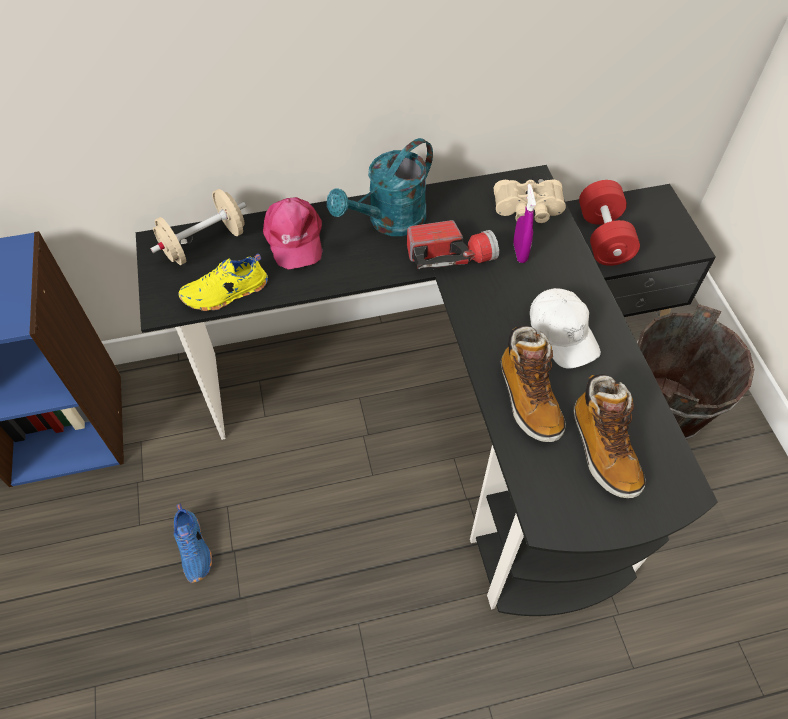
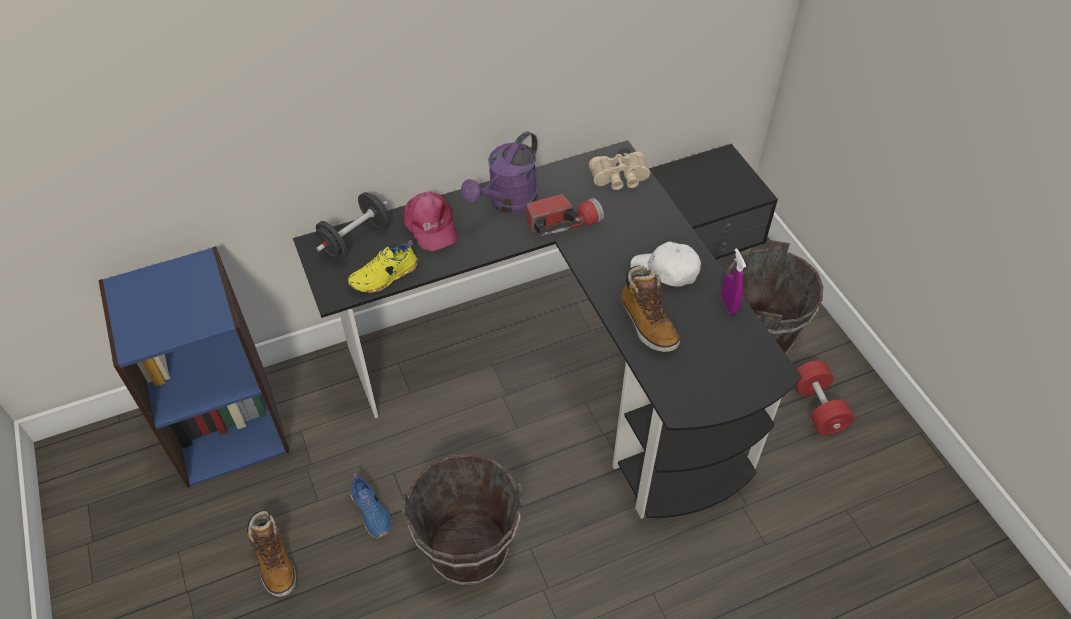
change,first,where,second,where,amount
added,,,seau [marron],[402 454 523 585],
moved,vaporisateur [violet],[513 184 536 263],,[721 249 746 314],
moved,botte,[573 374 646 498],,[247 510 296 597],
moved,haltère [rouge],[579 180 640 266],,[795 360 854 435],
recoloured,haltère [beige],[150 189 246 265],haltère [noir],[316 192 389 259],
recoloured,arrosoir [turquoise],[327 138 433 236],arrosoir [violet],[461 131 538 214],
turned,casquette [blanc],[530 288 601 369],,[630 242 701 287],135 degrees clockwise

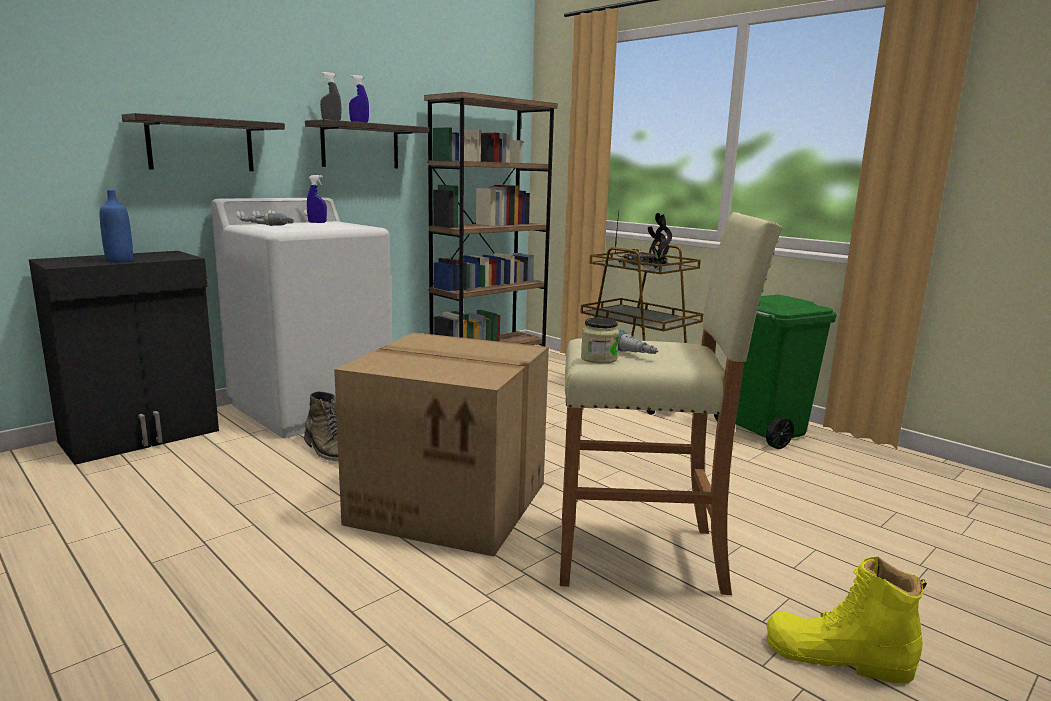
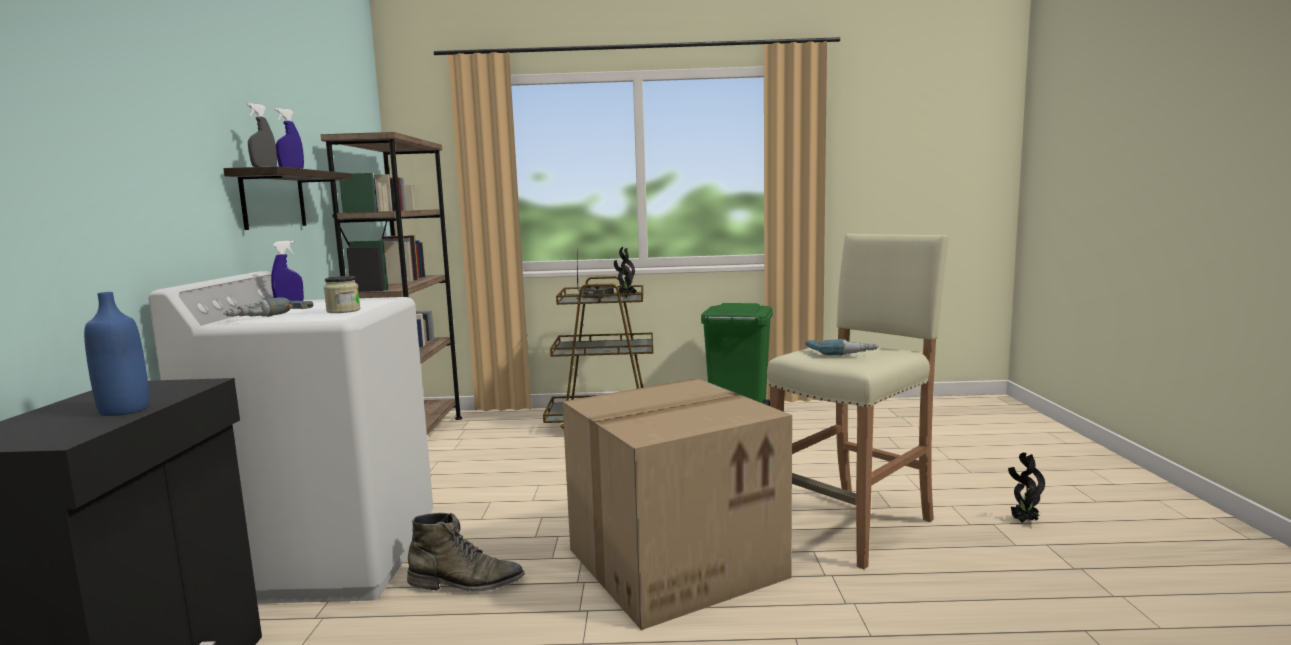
change,first,where,second,where,amount
removed,étagère,[121 113 285 171],,,
moved,bocal,[581 318 619 364],,[324 276 360 313],
replaced,botte [jaune],[767 557 927 684],plante en pot,[1008 453 1045 523],

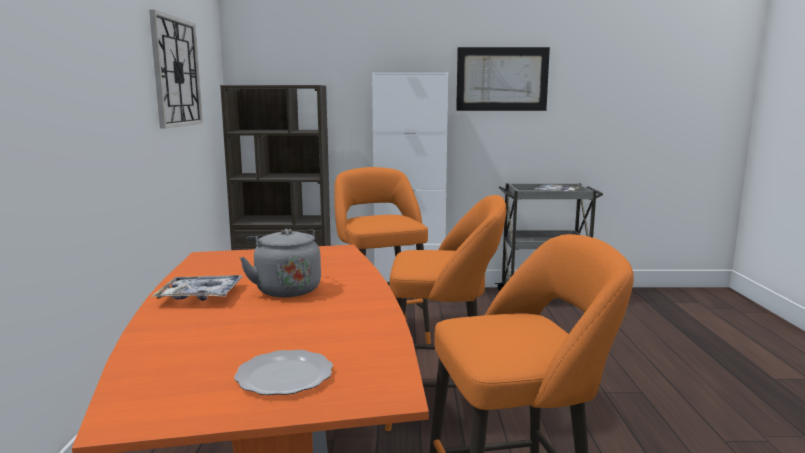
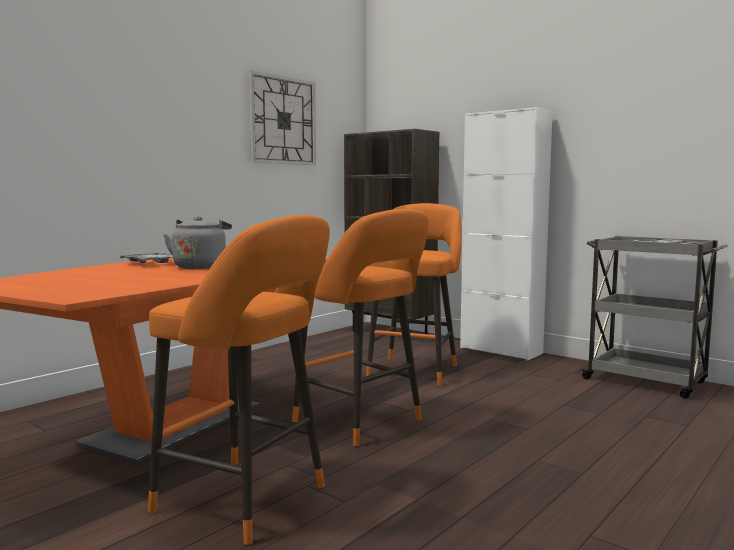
change,first,where,second,where,amount
removed,assiette,[234 350 333 395],,,
removed,tableau,[456 47 550 111],,,

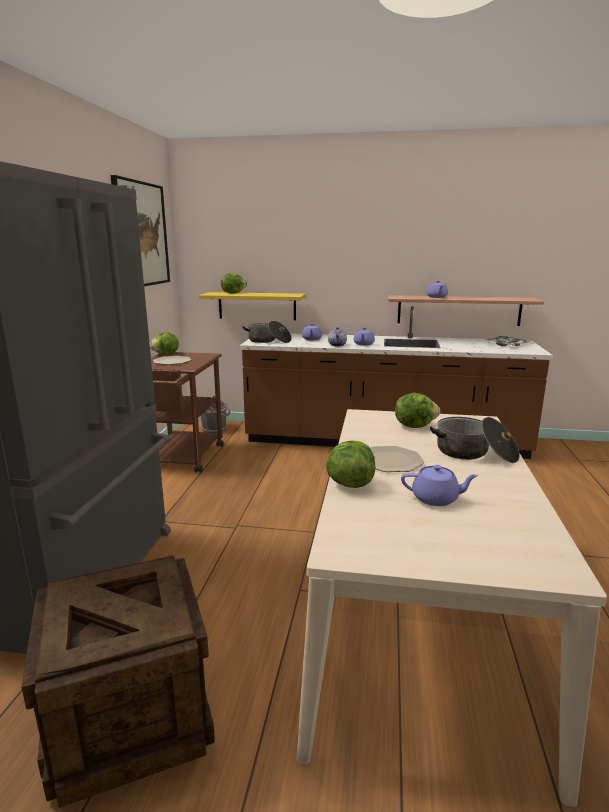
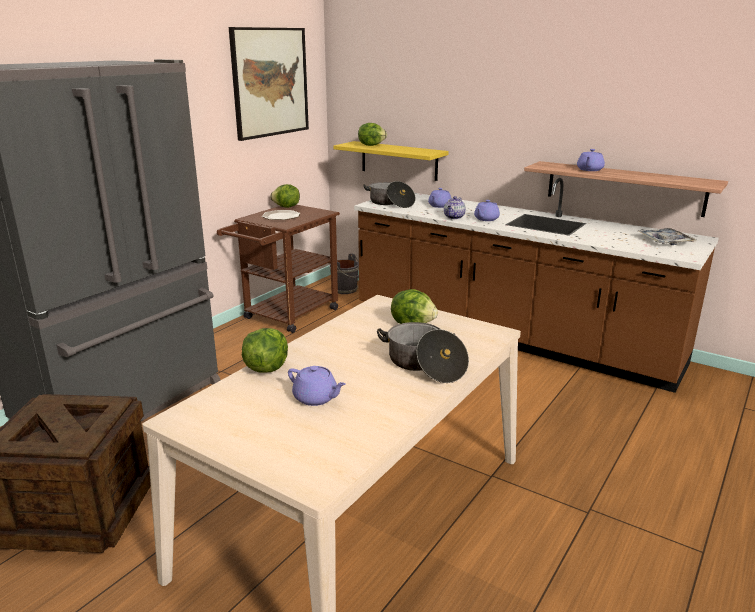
change,first,where,second,where,amount
removed,assiette,[370 446 424 472],,,

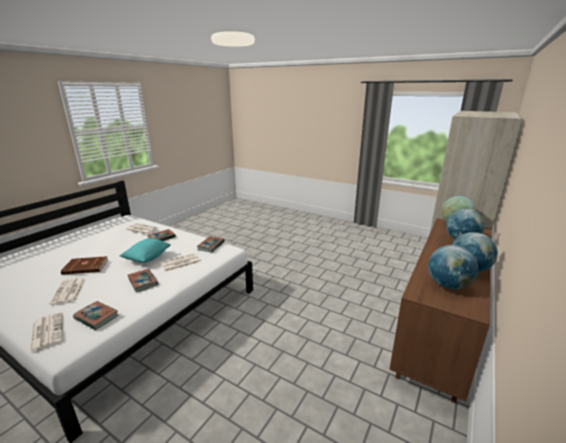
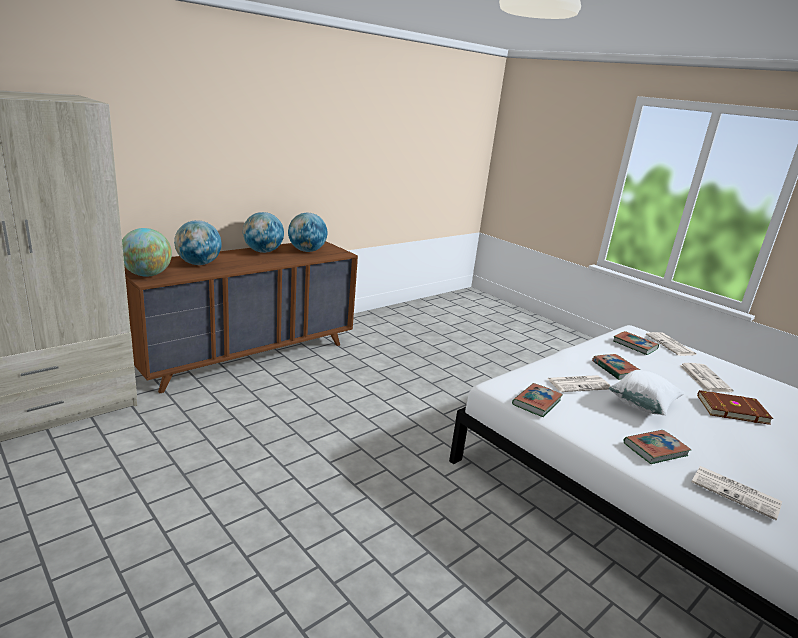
change,first,where,second,where,amount
recoloured,coussin [turquoise],[119 238 171 263],coussin [blanc],[609 370 685 415],

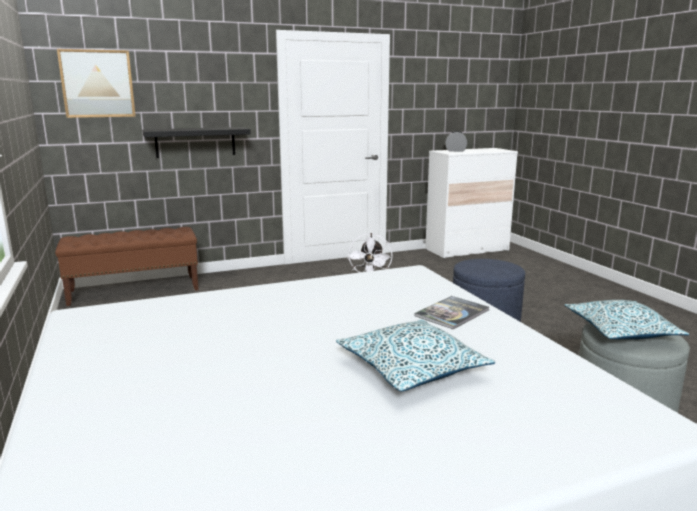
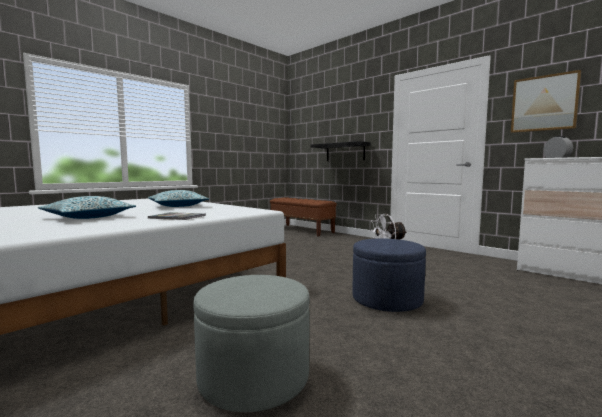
change,first,where,second,where,amount
moved,tableau,[57 49 136 118],,[511 70 581 133],
moved,coussin,[564 300 689 339],,[148 190 209 207],

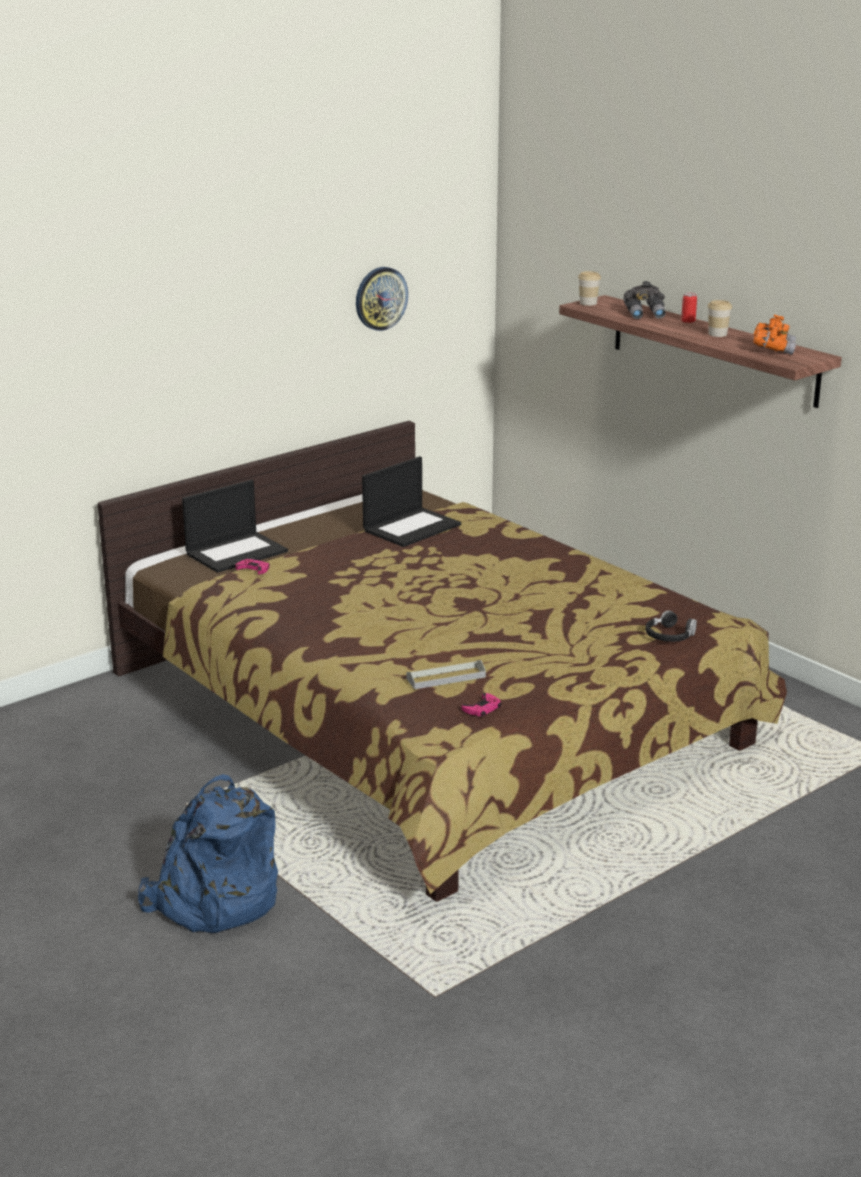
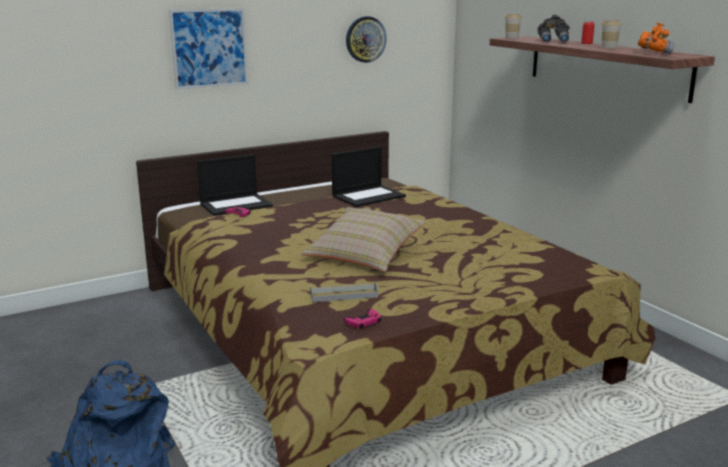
change,first,where,second,where,amount
removed,casque audio [noir],[646 610 697 642],,,
added,,,tableau,[169 8 248 90],
added,,,coussin [beige],[301 207 425 272],

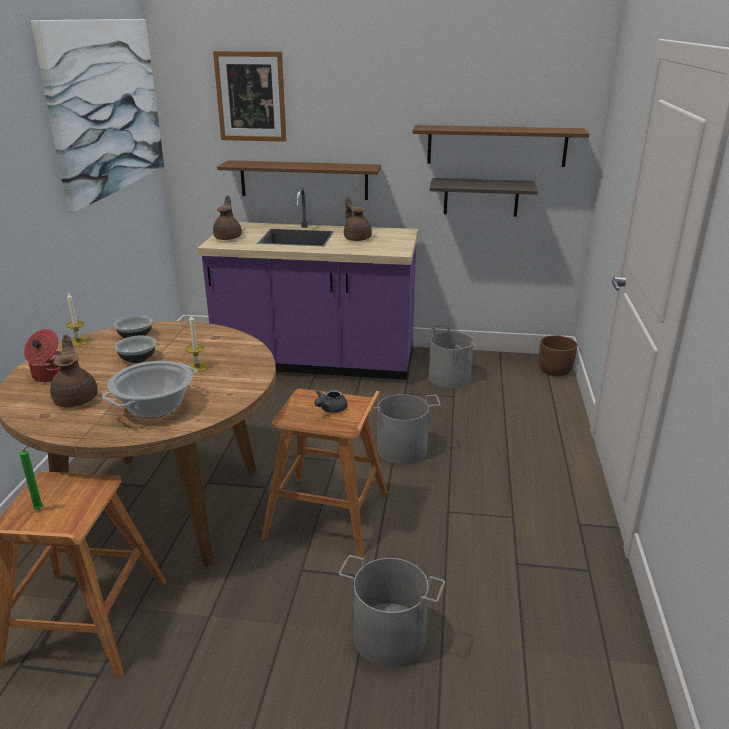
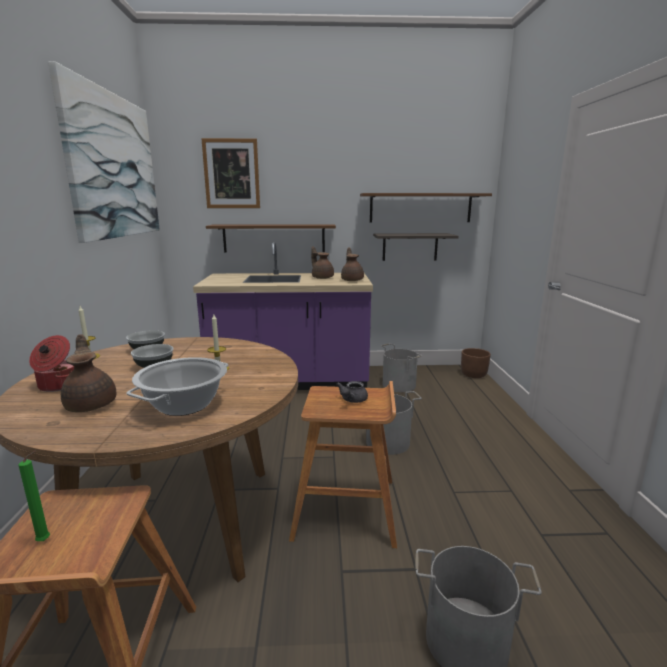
change,first,where,second,where,amount
moved,théière [marron],[213 196 242 240],,[341 247 364 281],

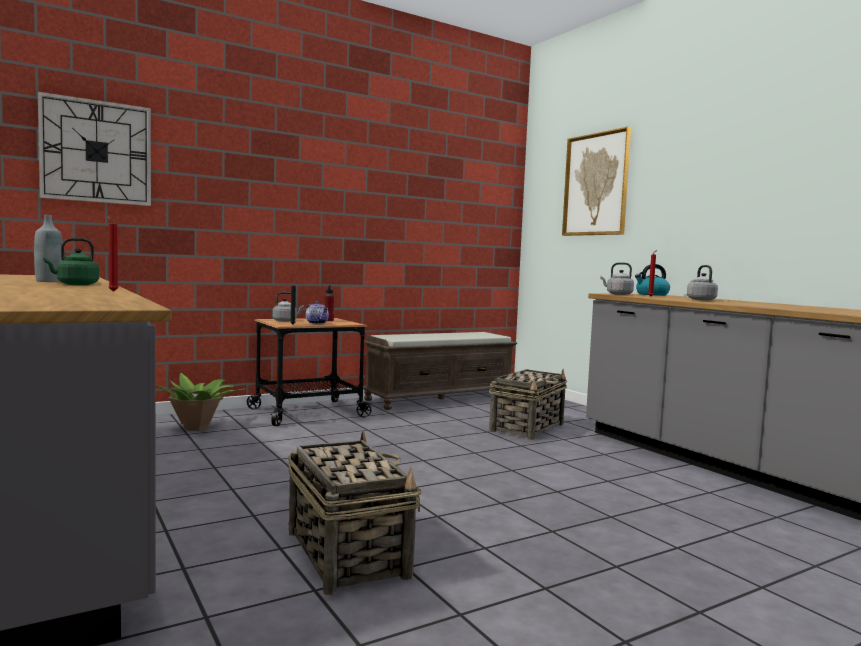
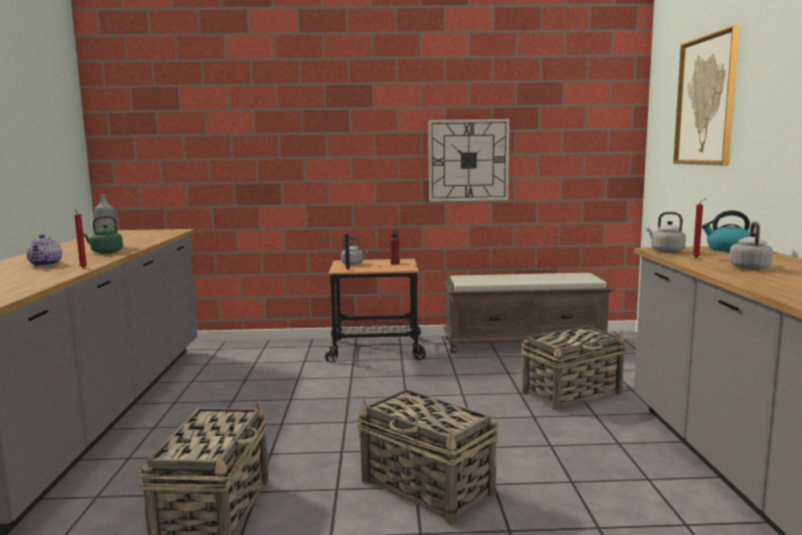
change,first,where,second,where,amount
removed,plante en pot,[156 373 244 431],,,
added,,,panier,[356 389 499 525],
moved,horloge murale,[38 92 151 206],,[428 119 510 202],
moved,théière,[306 301 329 324],,[26 234 62 266],

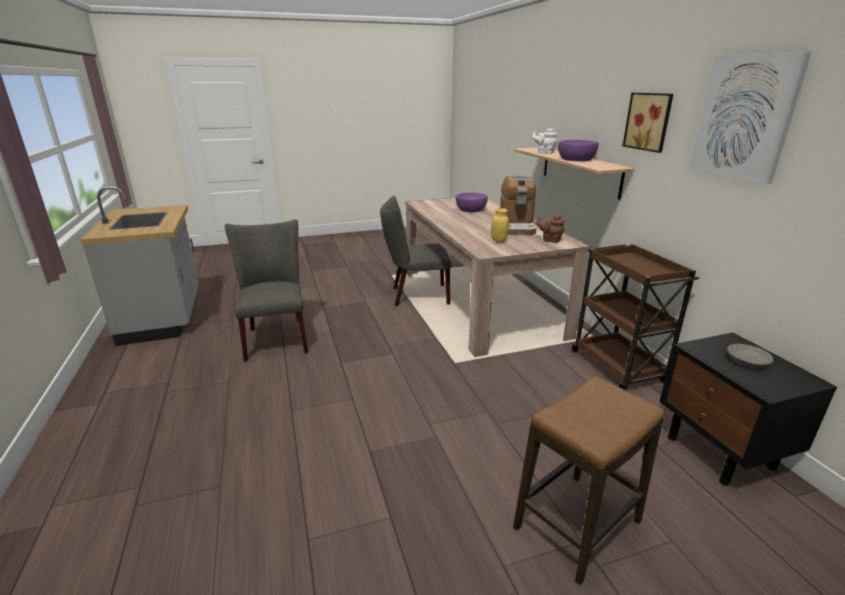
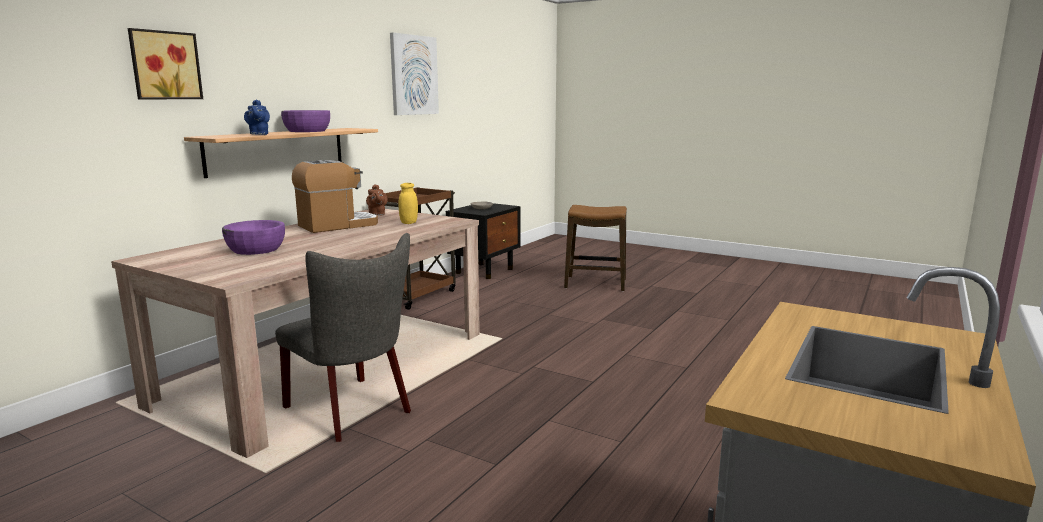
change,first,where,second,where,amount
removed,chaise [gris],[225 219 308 362],,,
moved,tableau,[623 93 673 153],,[128 28 203 99],
recoloured,théière [blanc],[532 128 557 154],théière [bleu],[244 100 270 135],

